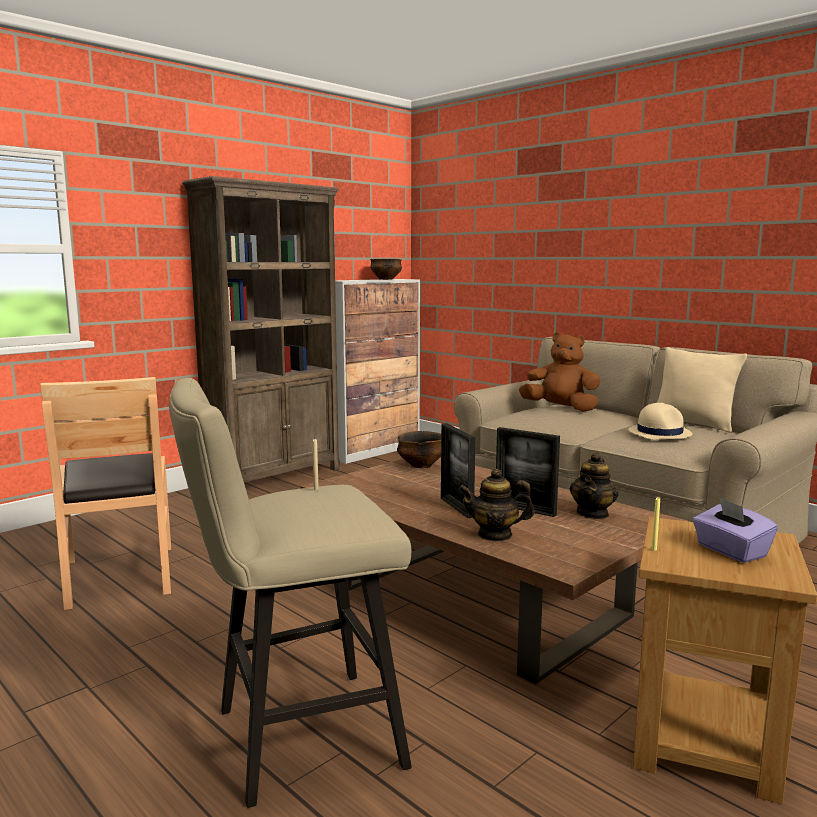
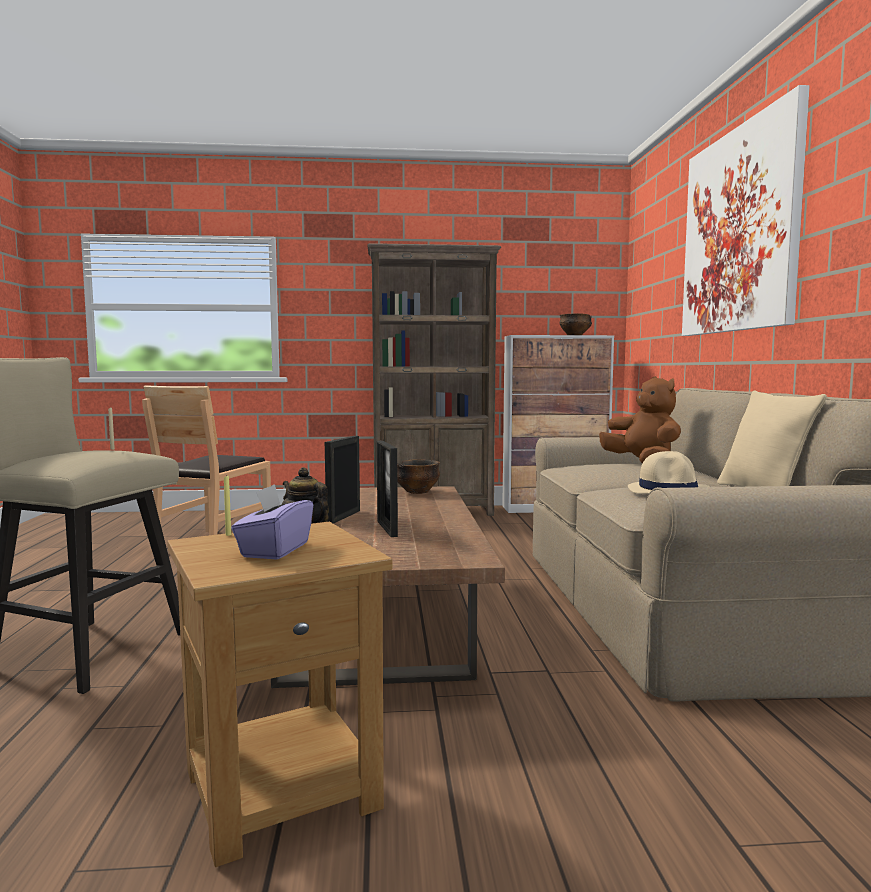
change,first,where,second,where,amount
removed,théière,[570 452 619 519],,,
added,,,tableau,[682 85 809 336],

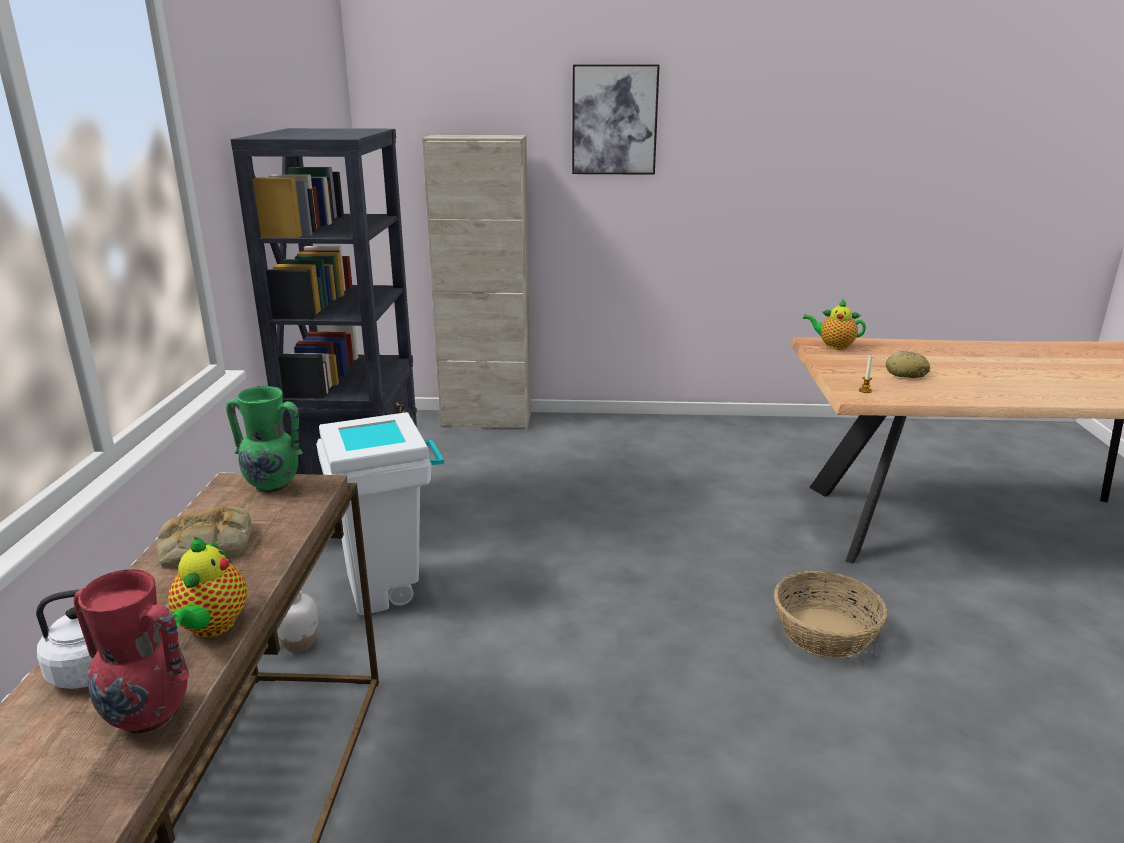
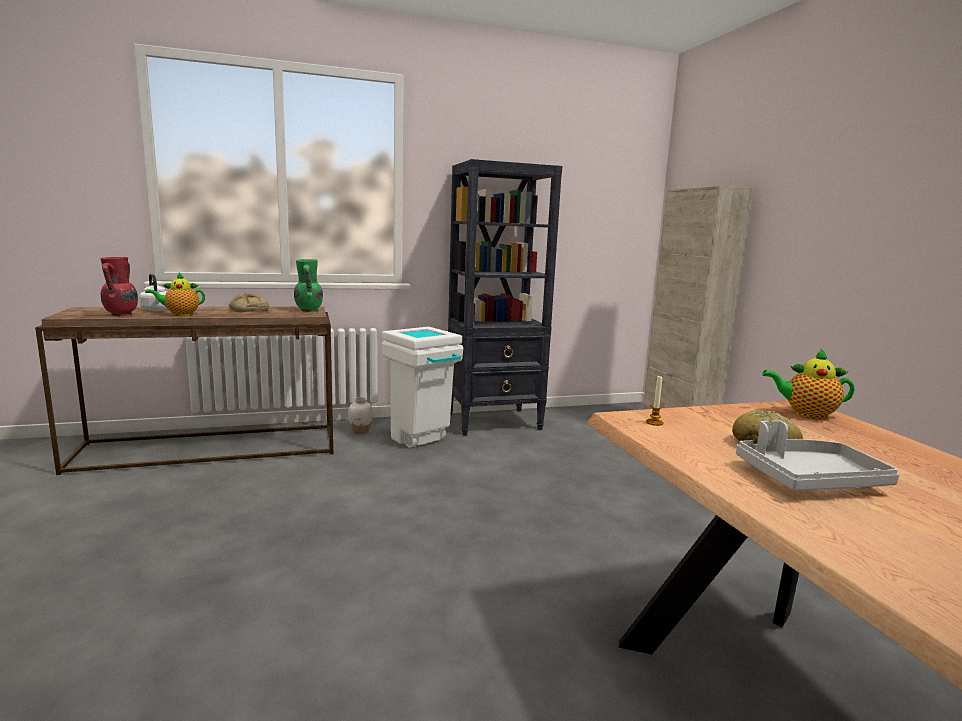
change,first,where,second,where,amount
removed,tableau,[572 64 660 175],,,
removed,panier,[774 571 887 659],,,
added,,,plateau [gris],[736 420 900 491],
turned,théière,[803 299 866 350],,[762 348 855 419],75 degrees counterclockwise

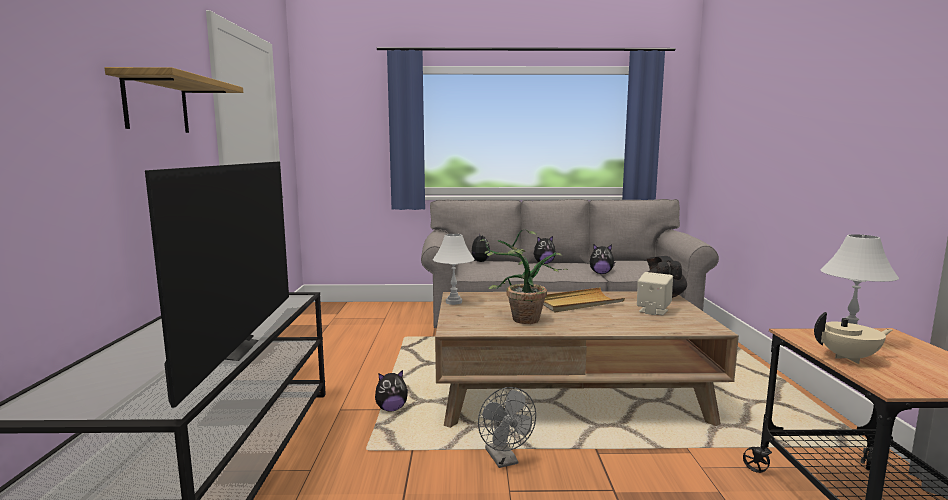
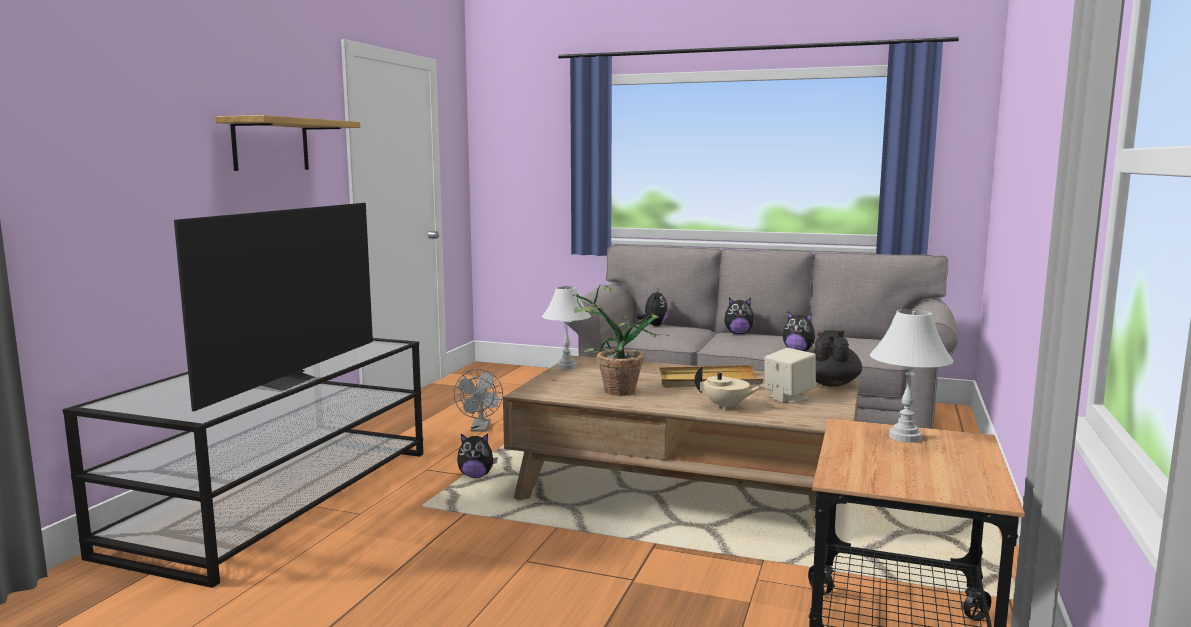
change,first,where,second,where,amount
moved,ventilateur [gris],[478 387 536 468],,[454 369 503 432],
moved,théière [beige],[814 312 892 364],,[695 366 763 410],

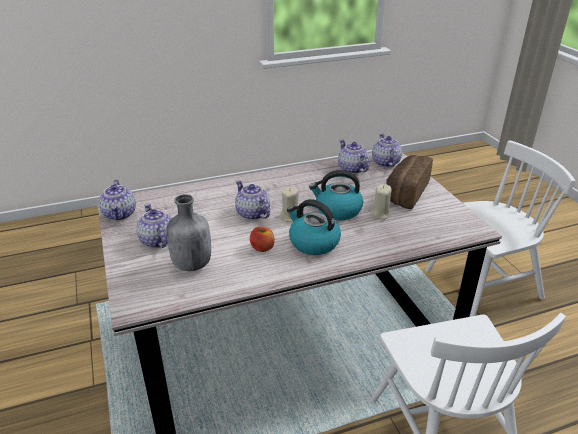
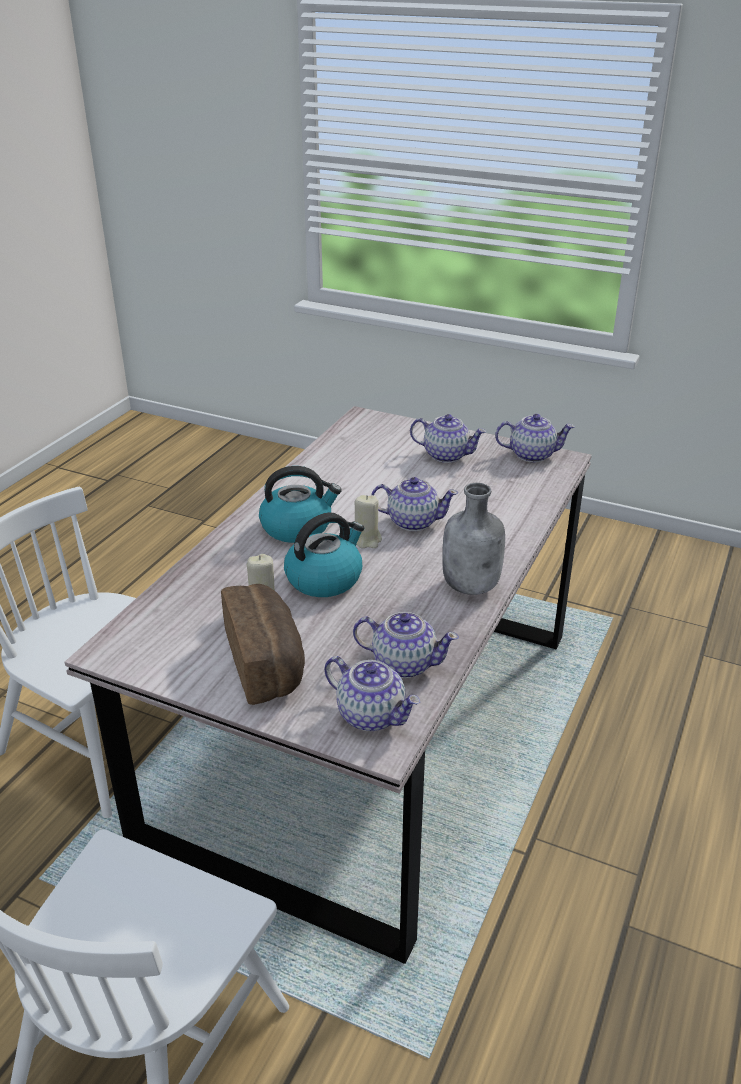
change,first,where,second,where,amount
removed,pomme,[250 227 275 252],,,
moved,bouteille [gris],[166 194 211 271],,[442 483 505 595],
turned,théière,[99 180 136 220],,[495 414 575 462],150 degrees clockwise

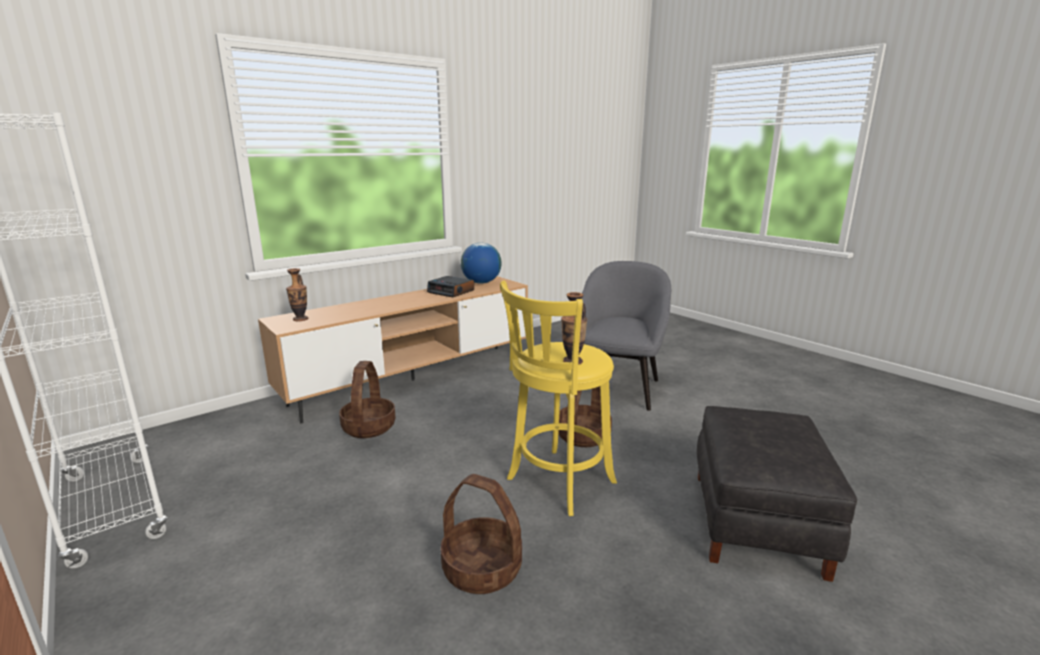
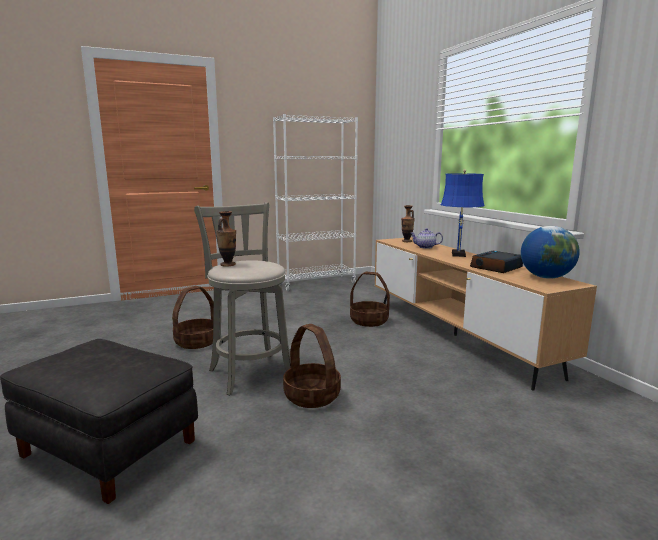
change,first,where,second,where,amount
removed,fauteuil [gris],[582 261 671 411],,,
added,,,théière,[410 228 443 249],
added,,,lampe de table [bleu],[441 169 485 257],
recoloured,tabouret [jaune],[500 280 617 516],tabouret [gris],[194 202 291 395],

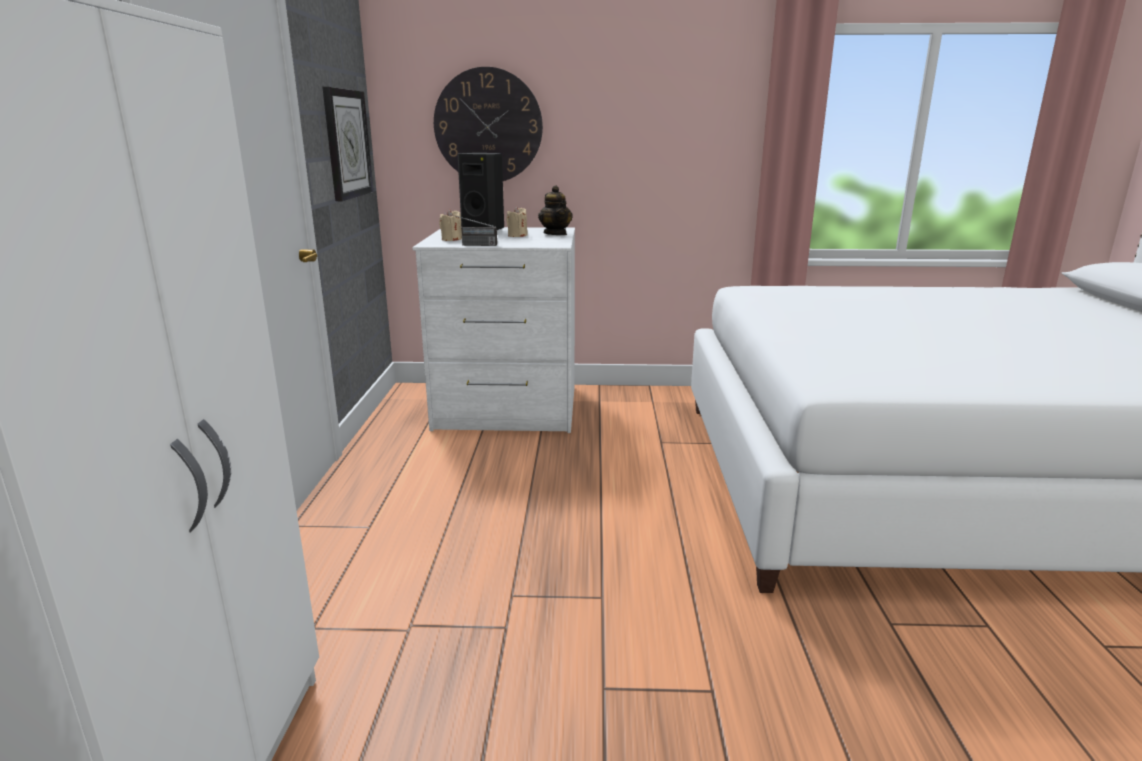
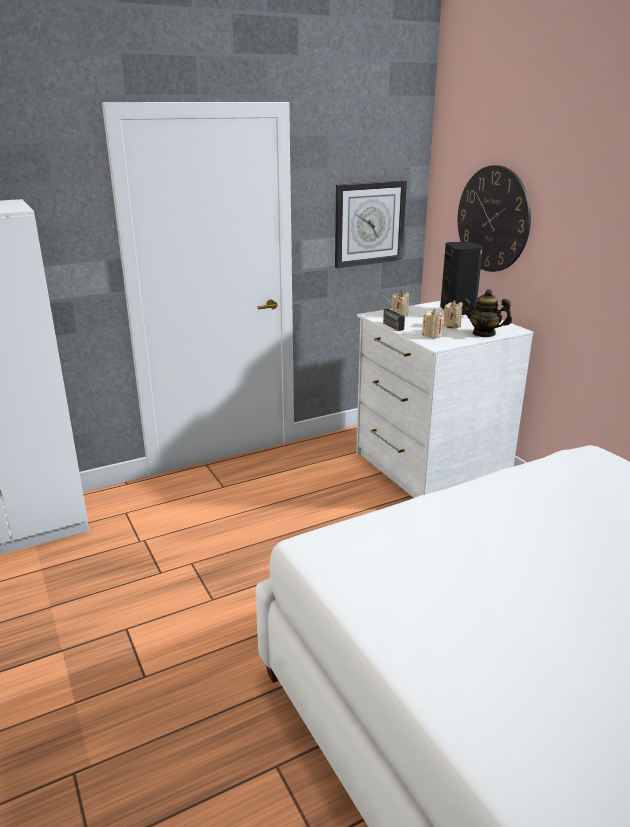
change,first,where,second,where,amount
added,,,bougie [beige],[422 309 444 338],
turned,théière,[538 185 573 235],,[463 289 512 337],75 degrees clockwise

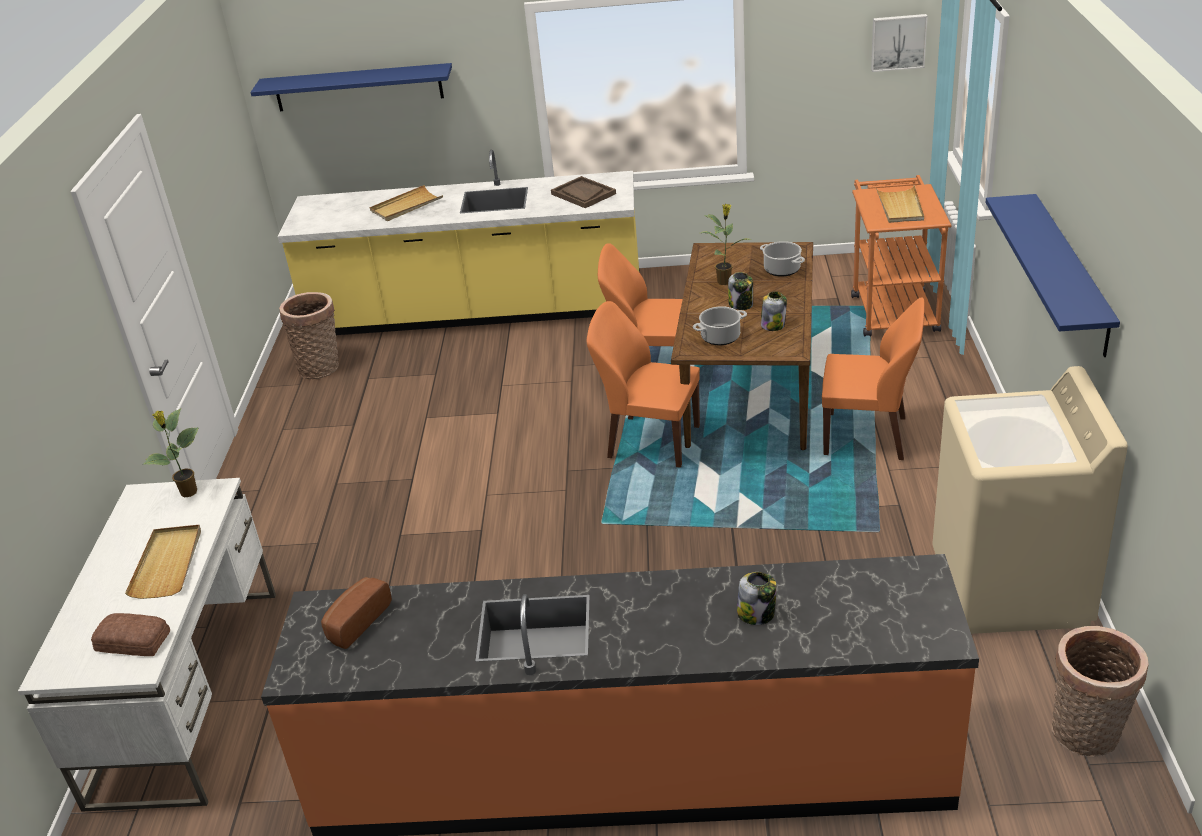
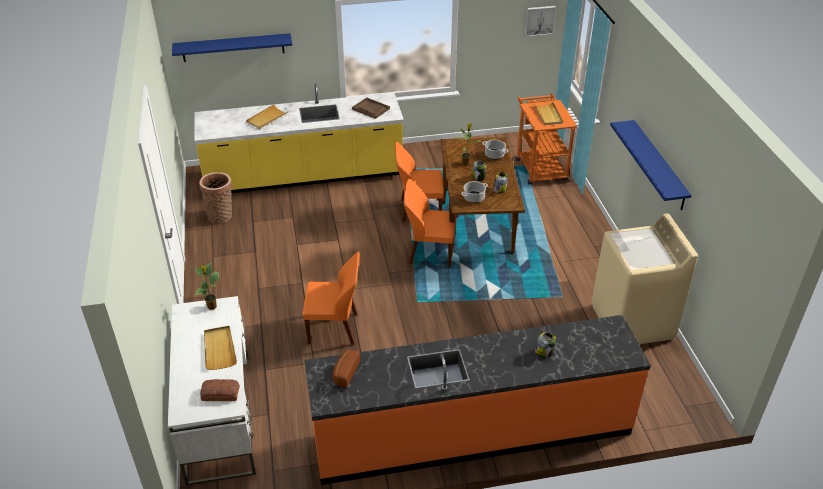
change,first,where,second,where,amount
removed,panier,[1052 626 1149 757],,,
moved,chaise [orange],[822 297 925 460],,[303 252 360 345],

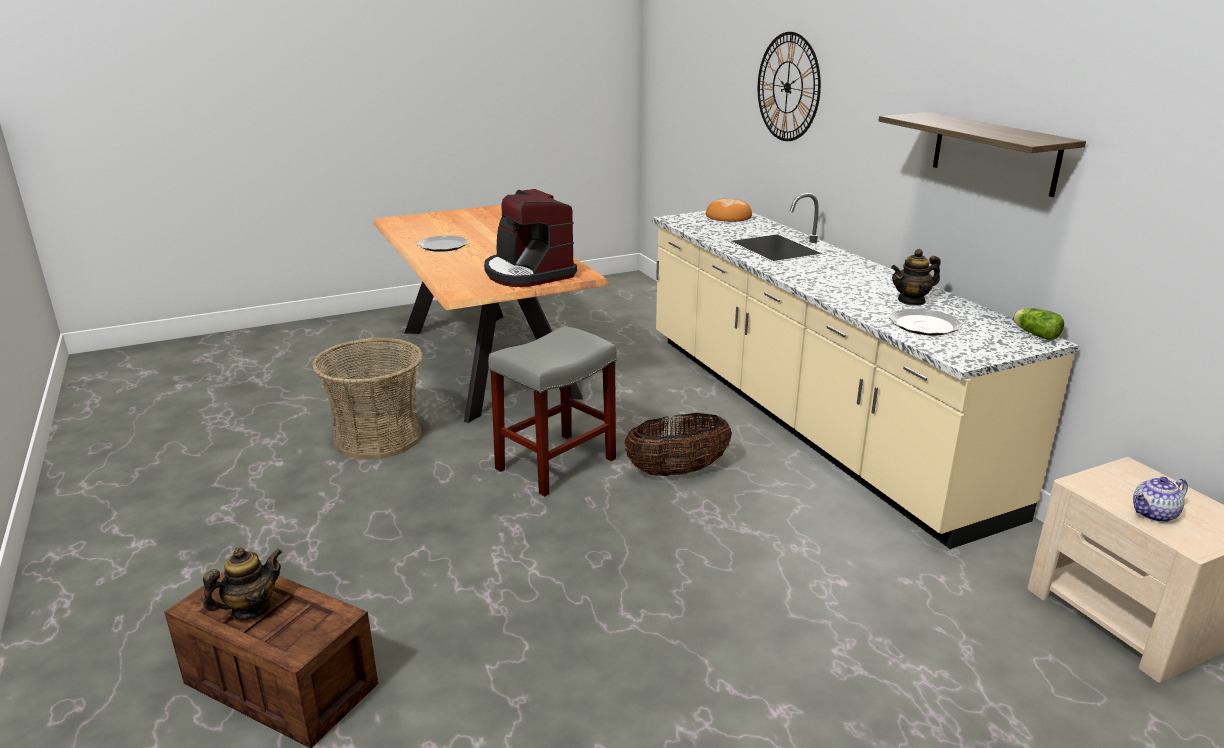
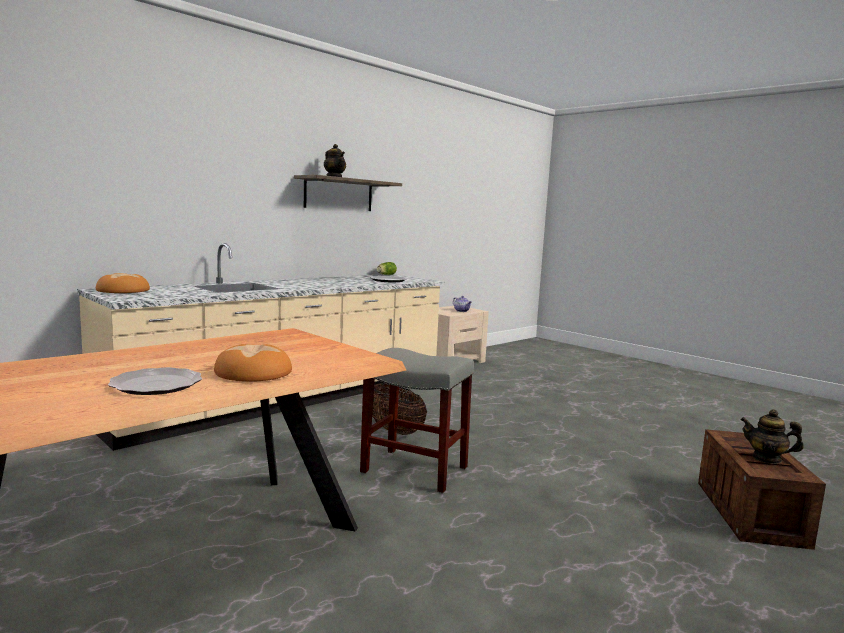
change,first,where,second,where,amount
removed,panier,[312 337 423 460],,,
removed,machine à café,[484 189 577 287],,,
removed,horloge murale,[758 32 821 141],,,
added,,,pain,[214 344 292 382],
moved,théière,[891 249 941 306],,[324 144 346 177],

